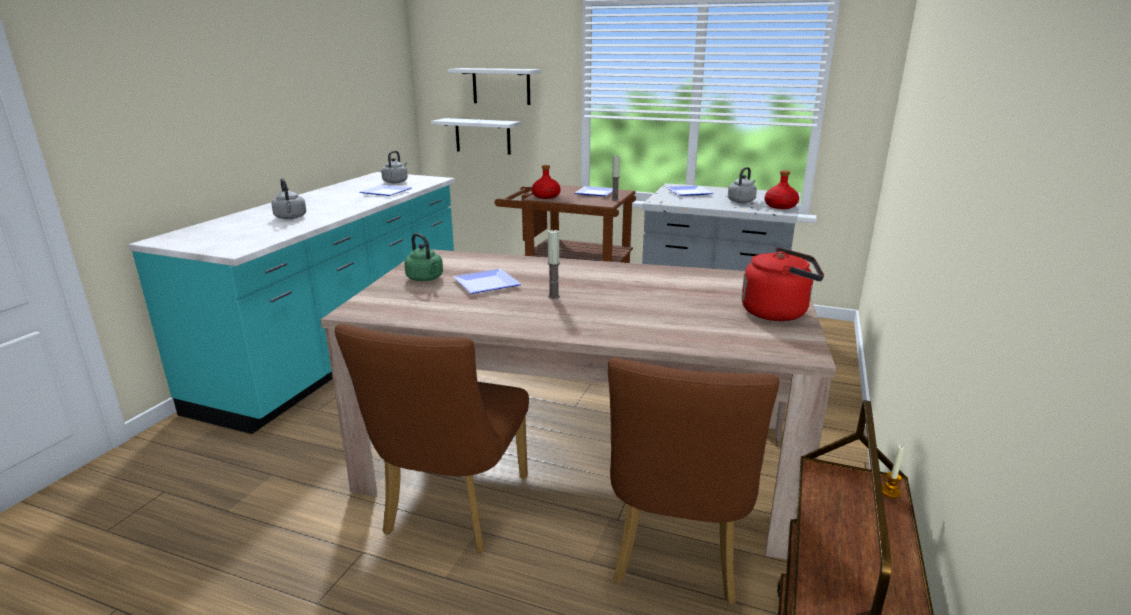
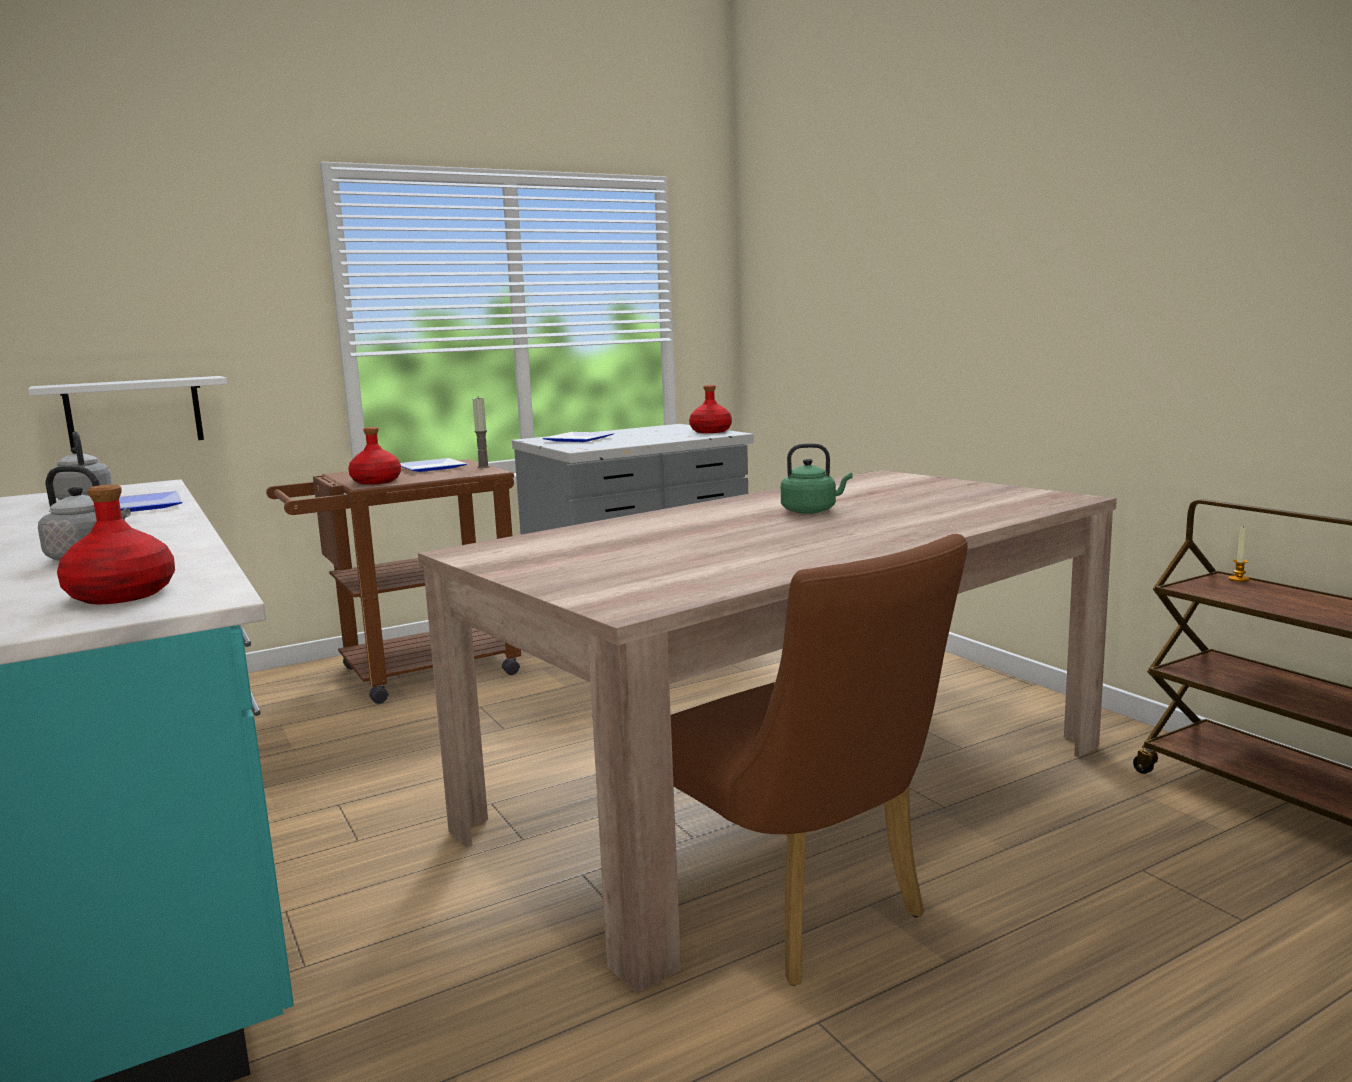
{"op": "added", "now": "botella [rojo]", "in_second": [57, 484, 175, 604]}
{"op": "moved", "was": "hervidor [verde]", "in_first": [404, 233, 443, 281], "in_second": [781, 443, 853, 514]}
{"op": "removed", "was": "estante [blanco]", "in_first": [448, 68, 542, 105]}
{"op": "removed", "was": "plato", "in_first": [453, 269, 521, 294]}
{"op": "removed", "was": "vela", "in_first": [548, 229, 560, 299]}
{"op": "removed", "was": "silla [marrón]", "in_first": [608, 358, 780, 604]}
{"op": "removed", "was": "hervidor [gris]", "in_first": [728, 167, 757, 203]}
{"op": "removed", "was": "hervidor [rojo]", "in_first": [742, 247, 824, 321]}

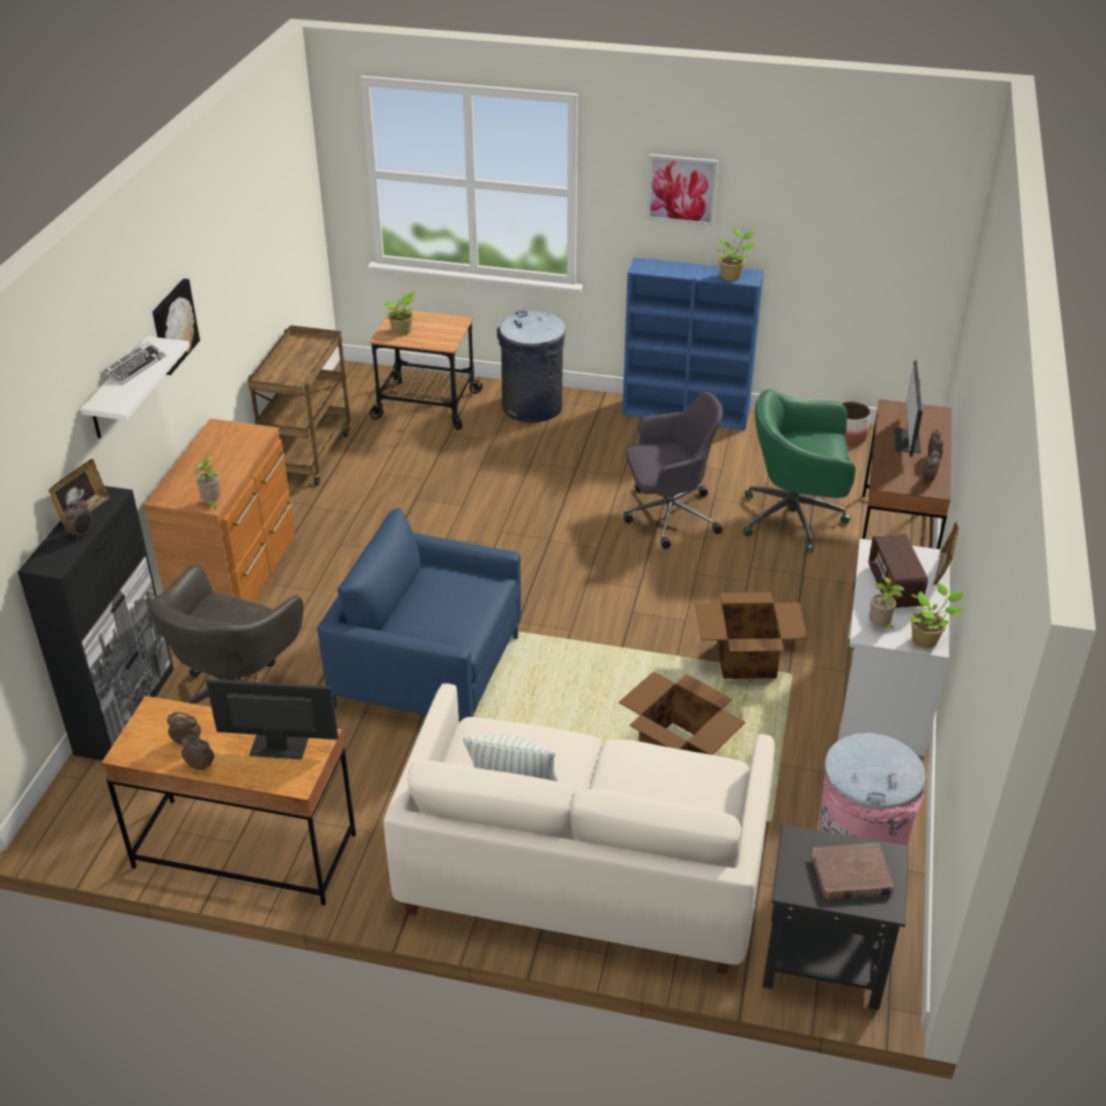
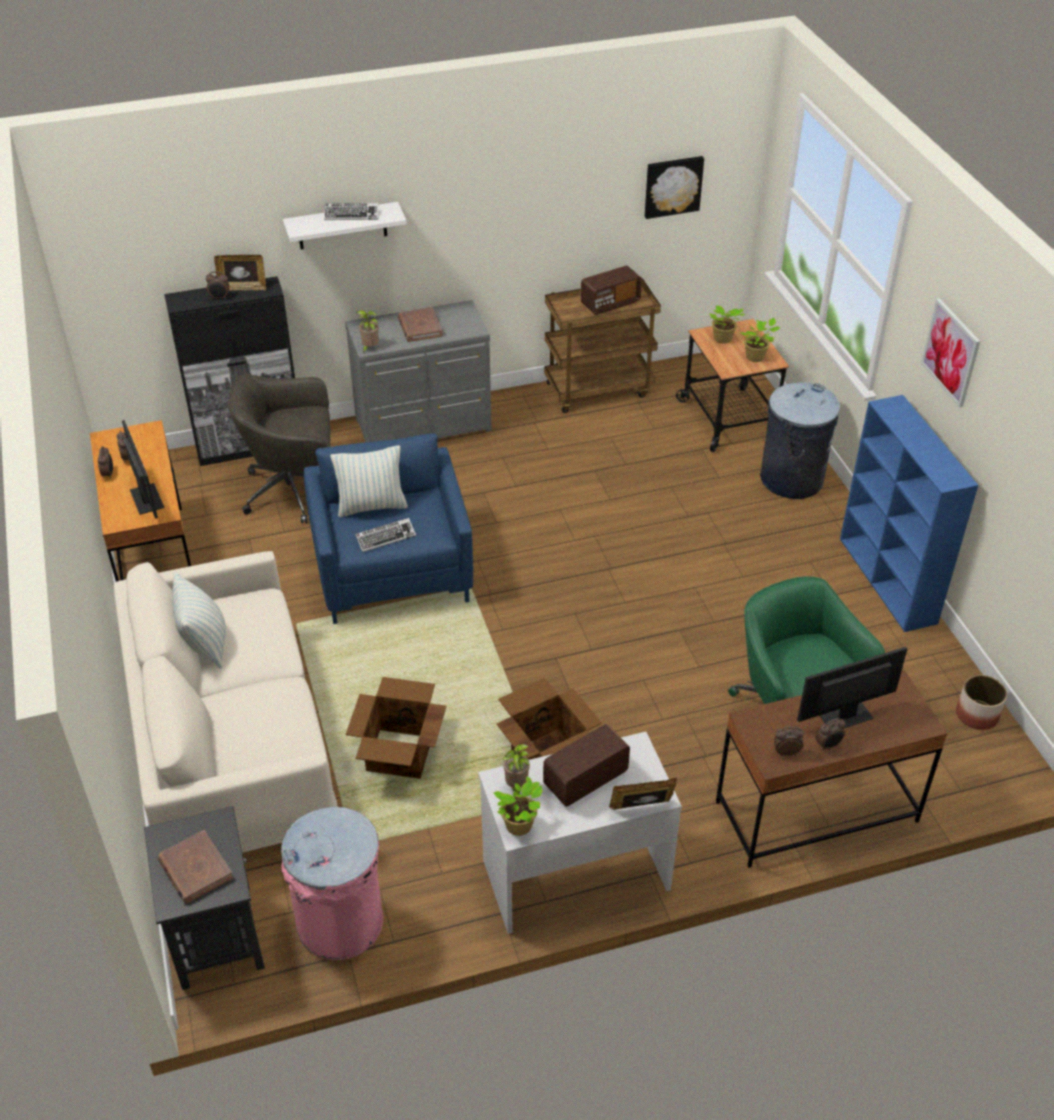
{"op": "added", "now": "cojín", "in_second": [331, 445, 408, 517]}
{"op": "recoloured", "was": "cómoda [marrón]", "now": "cómoda [gris]", "in_first": [143, 418, 295, 602], "in_second": [345, 300, 491, 442]}
{"op": "added", "now": "teclado", "in_second": [355, 518, 416, 552]}
{"op": "added", "now": "libro [marrón]", "in_second": [398, 307, 443, 342]}
{"op": "added", "now": "radio", "in_second": [581, 266, 642, 315]}
{"op": "moved", "was": "cuadro", "in_first": [152, 279, 200, 375], "in_second": [645, 156, 704, 219]}
{"op": "moved", "was": "planta en maceta", "in_first": [717, 229, 755, 281], "in_second": [740, 318, 780, 362]}
{"op": "removed", "was": "silla de oficina [gris]", "in_first": [623, 392, 723, 549]}

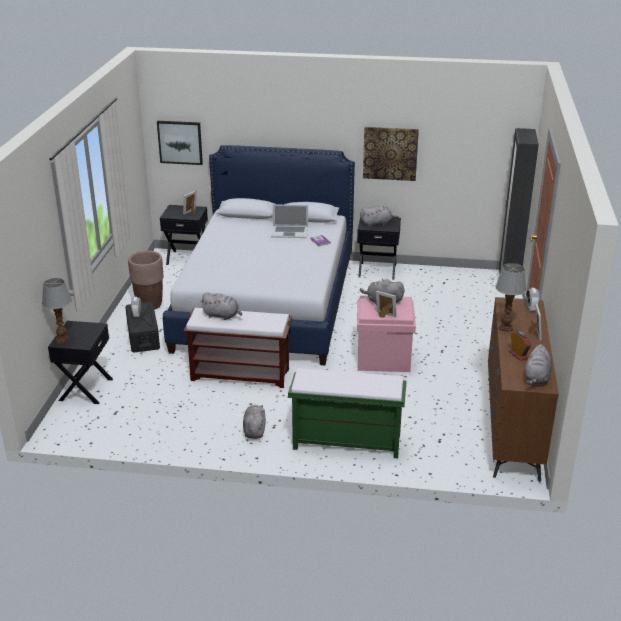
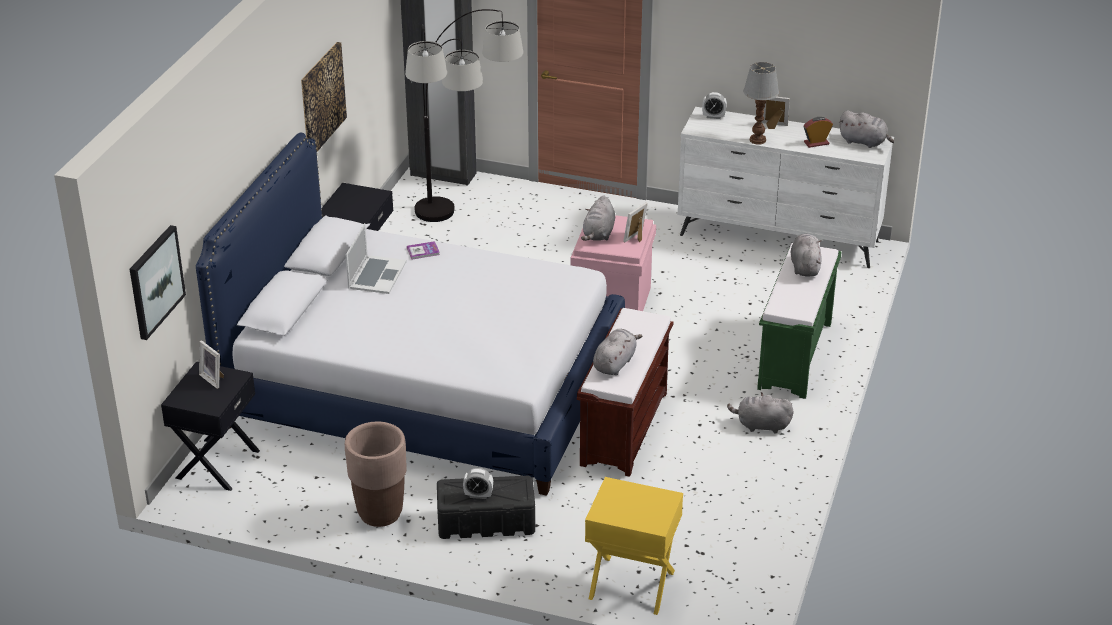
{"op": "added", "now": "lámpara de pie", "in_second": [405, 9, 523, 222]}
{"op": "recoloured", "was": "mesita de noche [negro]", "now": "mesita de noche [amarillo]", "in_first": [48, 321, 113, 404], "in_second": [585, 477, 683, 615]}
{"op": "recoloured", "was": "cómoda [marrón]", "now": "cómoda [blanco]", "in_first": [488, 297, 559, 482], "in_second": [678, 107, 894, 268]}
{"op": "moved", "was": "peluche [gris]", "in_first": [360, 205, 399, 227], "in_second": [791, 234, 822, 277]}
{"op": "removed", "was": "lámpara de mesa", "in_first": [42, 278, 72, 344]}

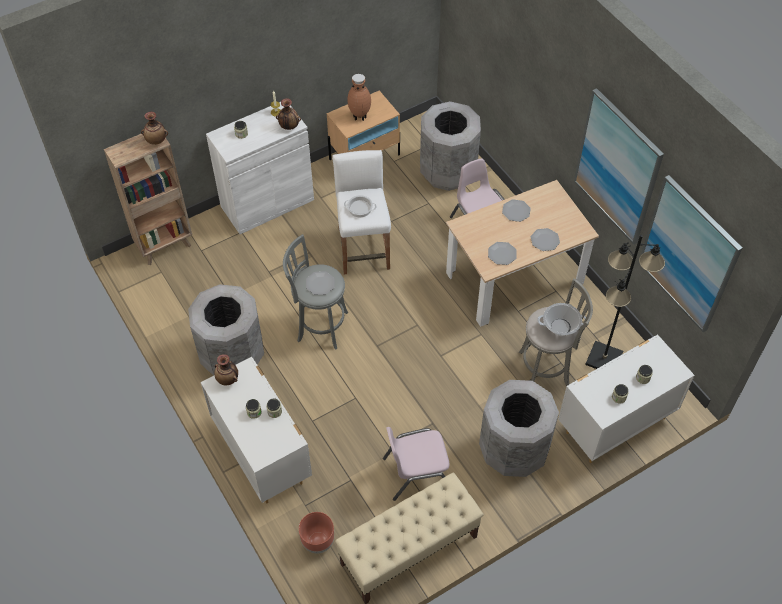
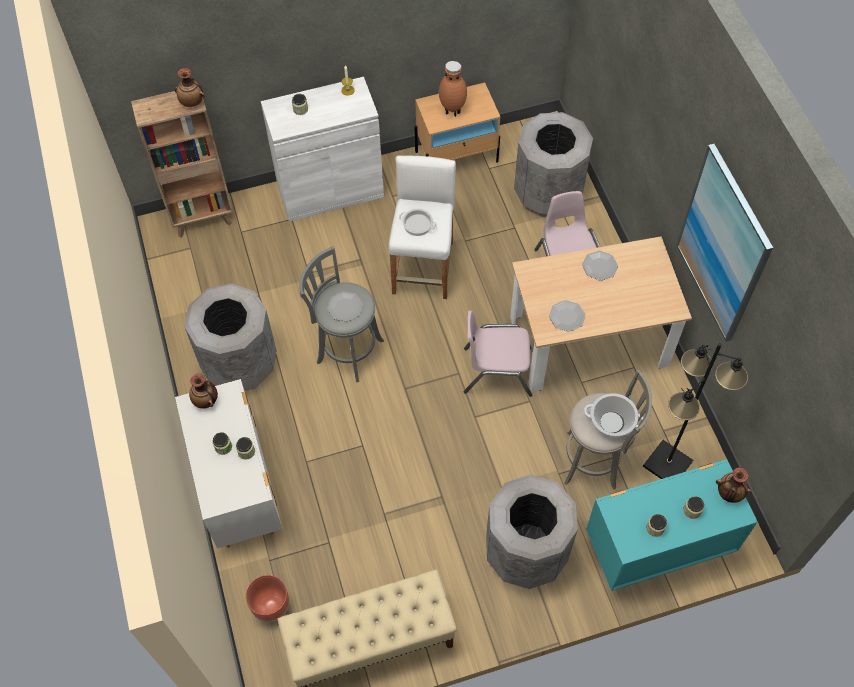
{"op": "moved", "was": "silla [rosa]", "in_first": [383, 427, 450, 501], "in_second": [464, 311, 532, 397]}
{"op": "recoloured", "was": "cómoda [blanco]", "now": "cómoda [turquesa]", "in_first": [558, 334, 695, 463], "in_second": [586, 459, 758, 591]}
{"op": "moved", "was": "florero", "in_first": [276, 98, 301, 130], "in_second": [716, 467, 751, 503]}
{"op": "removed", "was": "plato", "in_first": [531, 228, 560, 251]}
{"op": "removed", "was": "cuadro", "in_first": [638, 175, 742, 332]}

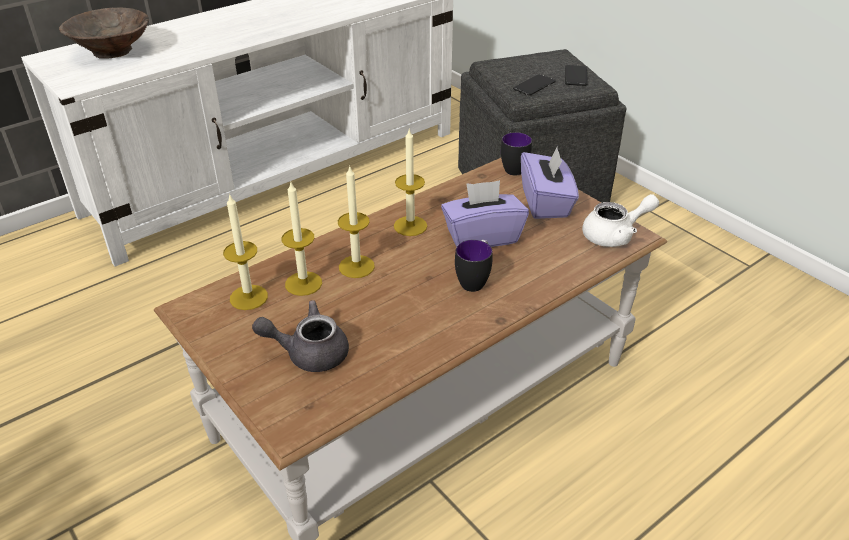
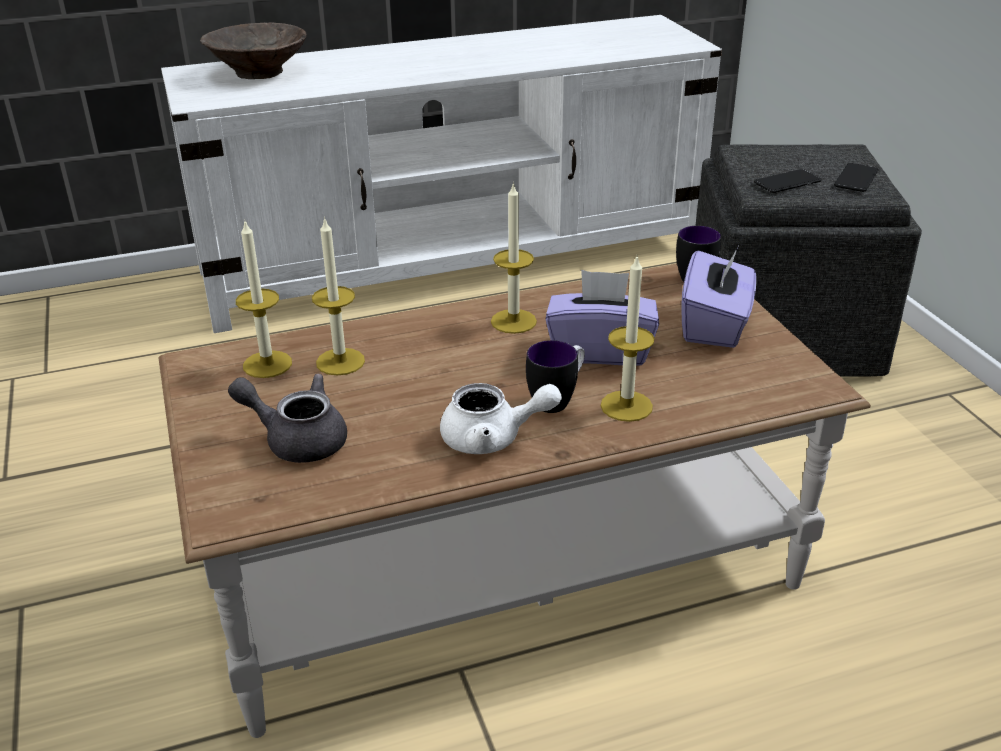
{"op": "moved", "was": "tetera [blanco]", "in_first": [582, 194, 659, 247], "in_second": [440, 383, 562, 454]}
{"op": "moved", "was": "vela", "in_first": [338, 165, 375, 278], "in_second": [601, 257, 655, 422]}

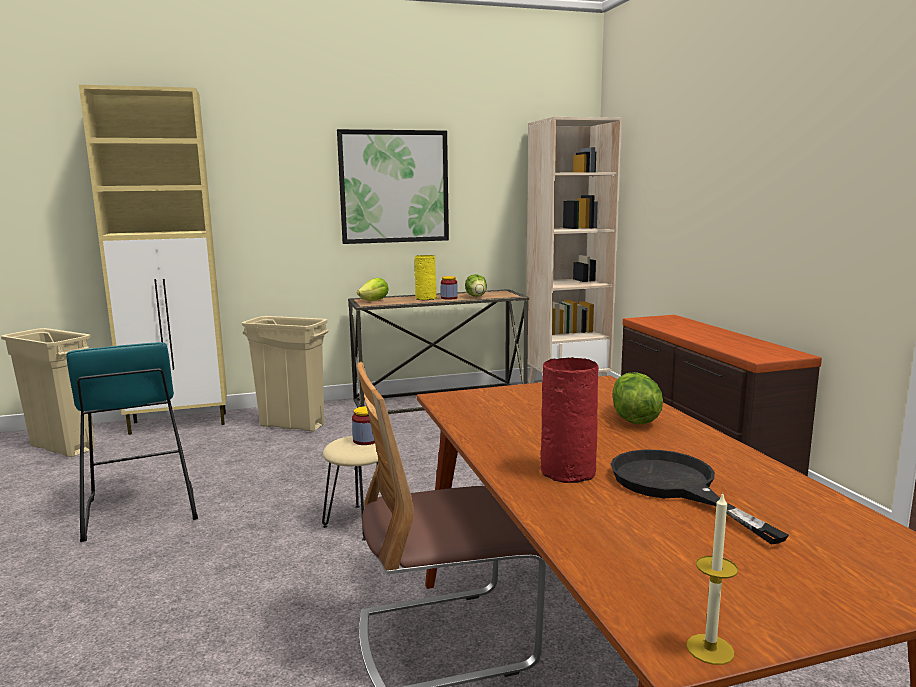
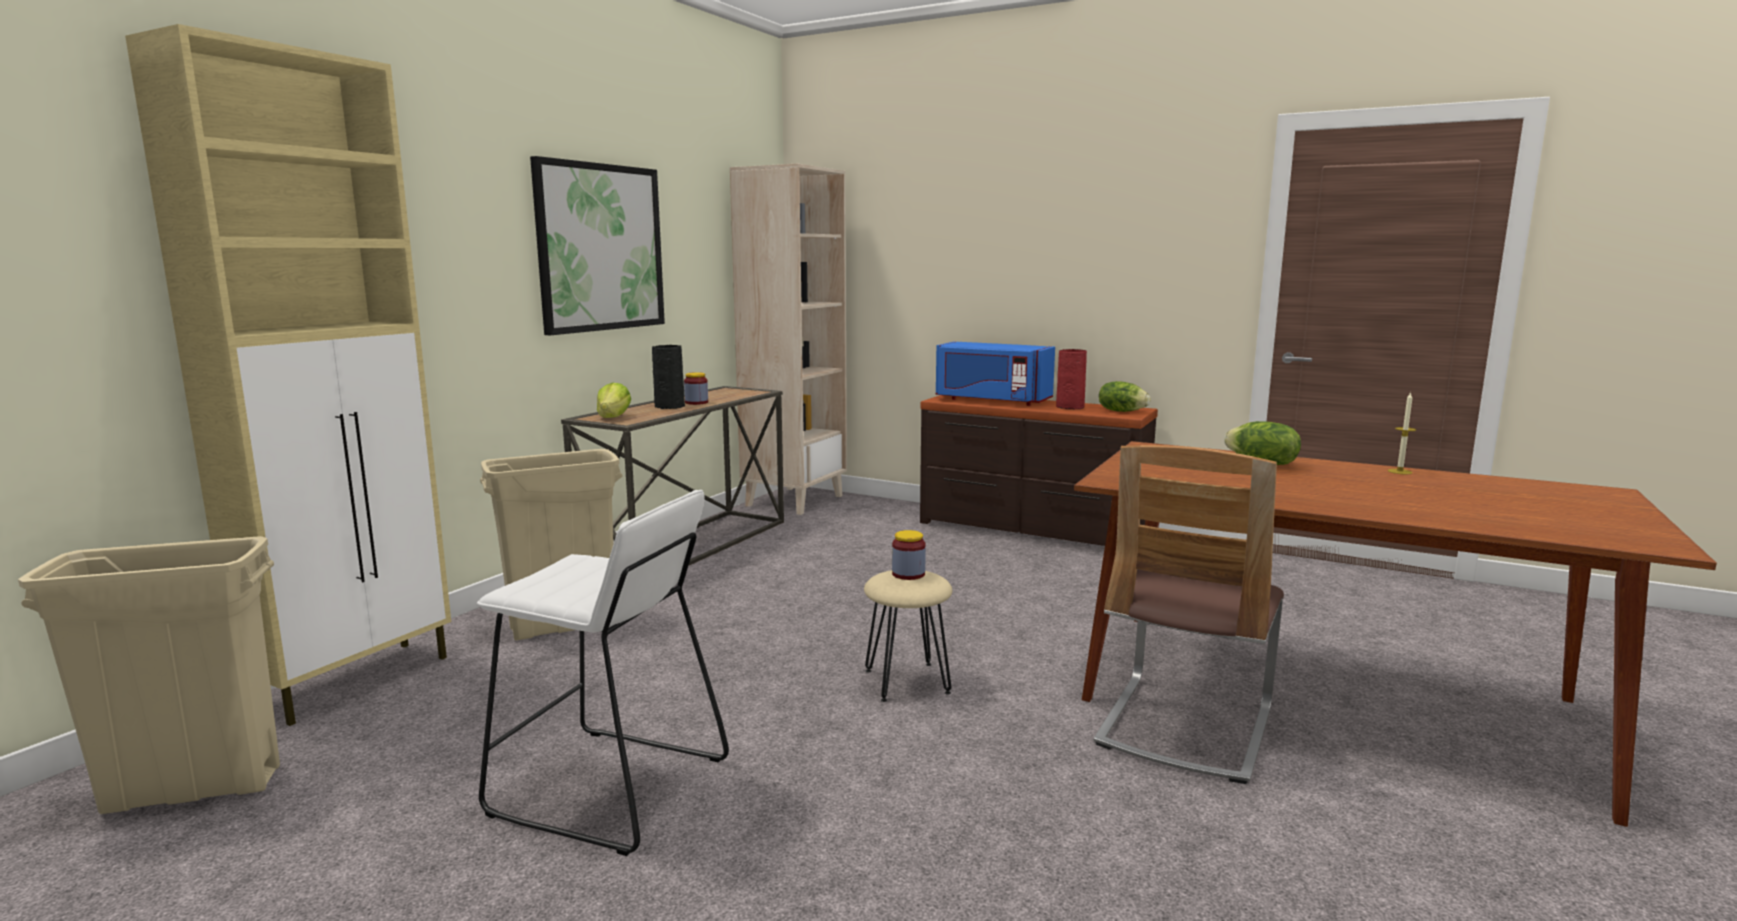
{"op": "recoloured", "was": "taburete [turquesa]", "now": "taburete [blanco]", "in_first": [66, 342, 198, 542], "in_second": [477, 490, 729, 856]}
{"op": "recoloured", "was": "florero [amarillo]", "now": "florero [negro]", "in_first": [415, 255, 436, 300], "in_second": [652, 345, 685, 409]}
{"op": "added", "now": "microondas [azul]", "in_second": [936, 342, 1055, 406]}
{"op": "moved", "was": "florero [rojo]", "in_first": [541, 357, 599, 483], "in_second": [1056, 349, 1087, 410]}
{"op": "moved", "was": "lechuga", "in_first": [465, 274, 487, 297], "in_second": [1099, 381, 1151, 412]}
{"op": "moved", "was": "vela", "in_first": [686, 493, 738, 665], "in_second": [1388, 392, 1416, 474]}
{"op": "removed", "was": "sartén [negro]", "in_first": [611, 450, 789, 545]}

